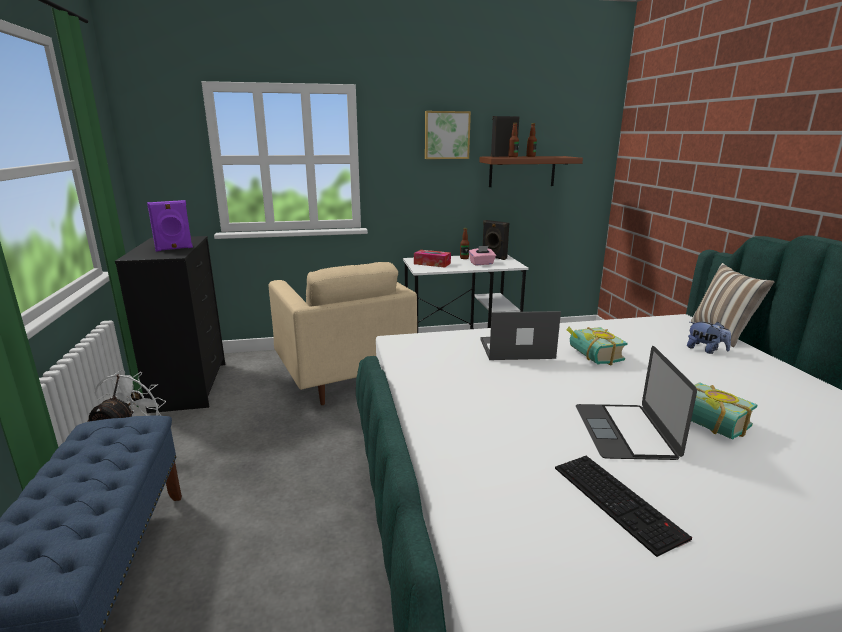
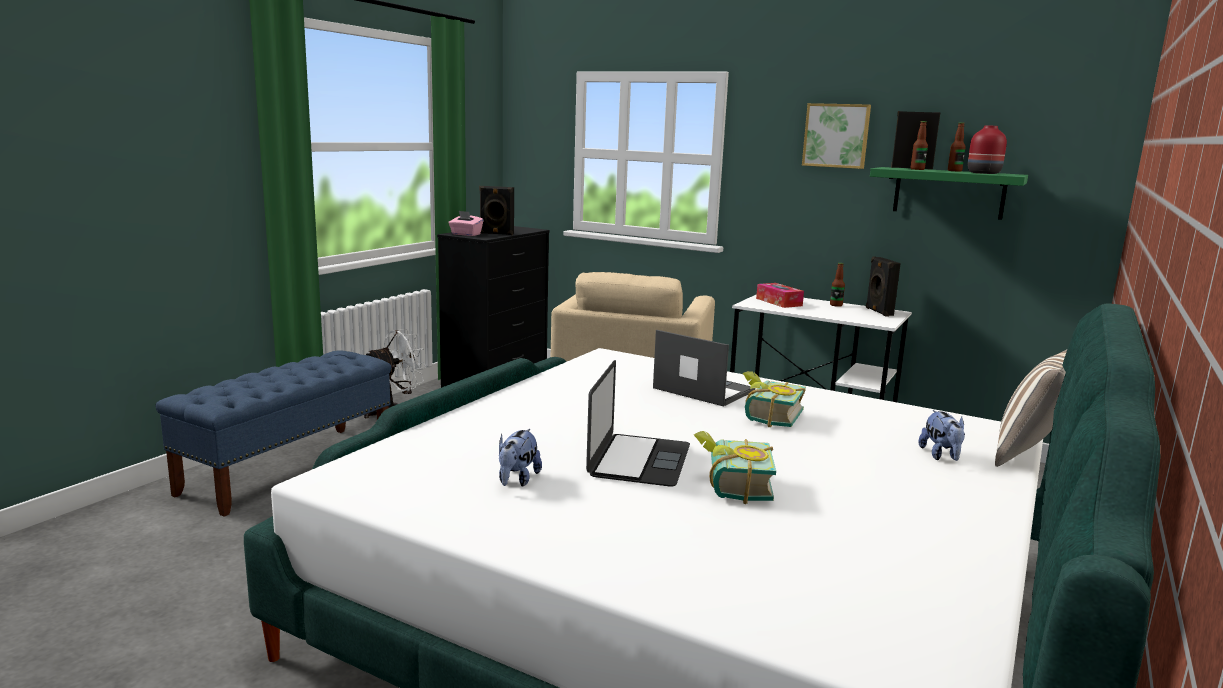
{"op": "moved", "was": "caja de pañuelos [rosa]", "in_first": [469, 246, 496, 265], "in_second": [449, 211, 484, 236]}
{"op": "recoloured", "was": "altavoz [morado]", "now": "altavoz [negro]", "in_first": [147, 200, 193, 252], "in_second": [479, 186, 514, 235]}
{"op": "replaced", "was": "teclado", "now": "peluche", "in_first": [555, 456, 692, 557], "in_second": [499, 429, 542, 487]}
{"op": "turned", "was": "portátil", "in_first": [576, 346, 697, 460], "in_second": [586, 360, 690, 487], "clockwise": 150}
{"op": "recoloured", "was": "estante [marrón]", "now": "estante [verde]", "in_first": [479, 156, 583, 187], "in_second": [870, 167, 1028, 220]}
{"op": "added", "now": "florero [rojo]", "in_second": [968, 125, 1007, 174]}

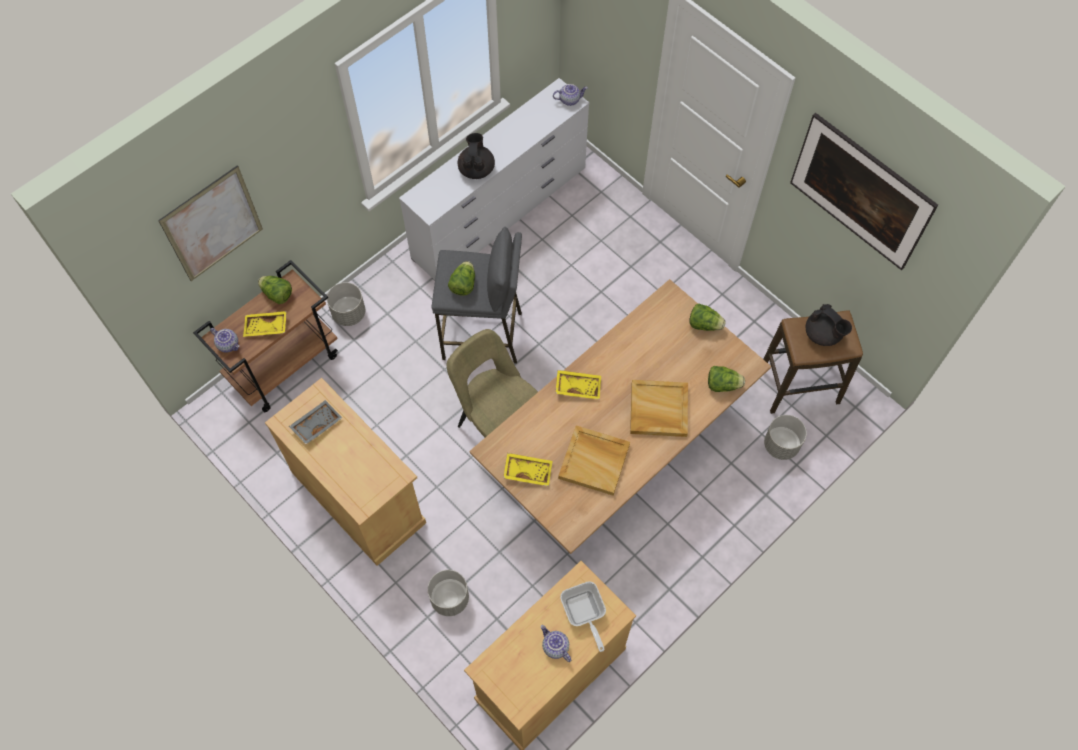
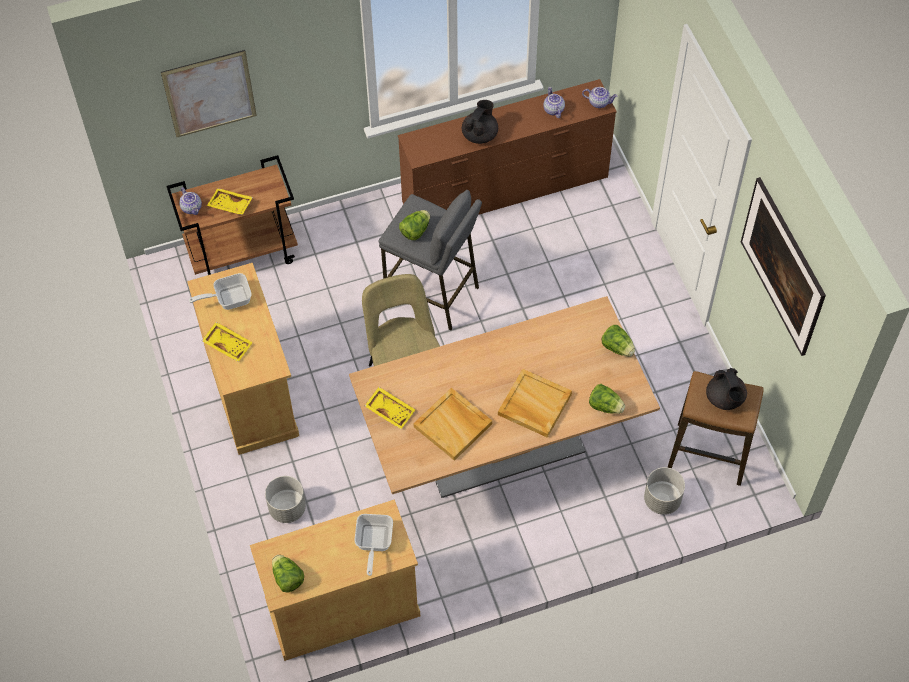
{"op": "replaced", "was": "bandeja [gris]", "now": "sartén", "in_first": [289, 400, 342, 444], "in_second": [189, 273, 252, 310]}
{"op": "moved", "was": "bandeja [amarillo]", "in_first": [555, 370, 601, 400], "in_second": [202, 322, 253, 362]}
{"op": "moved", "was": "lechuga", "in_first": [258, 276, 292, 304], "in_second": [272, 555, 304, 592]}
{"op": "recoloured", "was": "cómoda [blanco]", "now": "cómoda [marrón]", "in_first": [399, 78, 589, 281], "in_second": [398, 79, 617, 215]}
{"op": "moved", "was": "tetera", "in_first": [541, 625, 571, 662], "in_second": [543, 87, 565, 118]}
{"op": "removed", "was": "maceta [gris]", "in_first": [327, 282, 365, 326]}

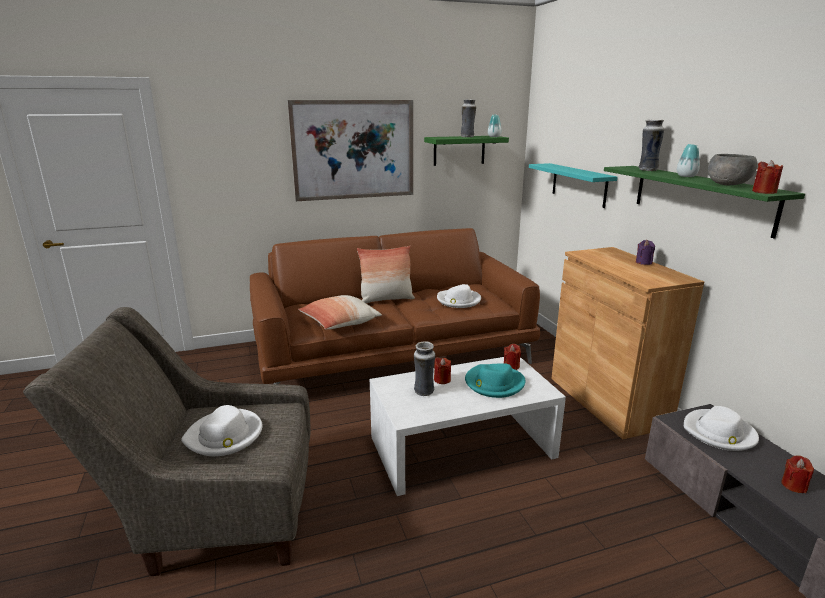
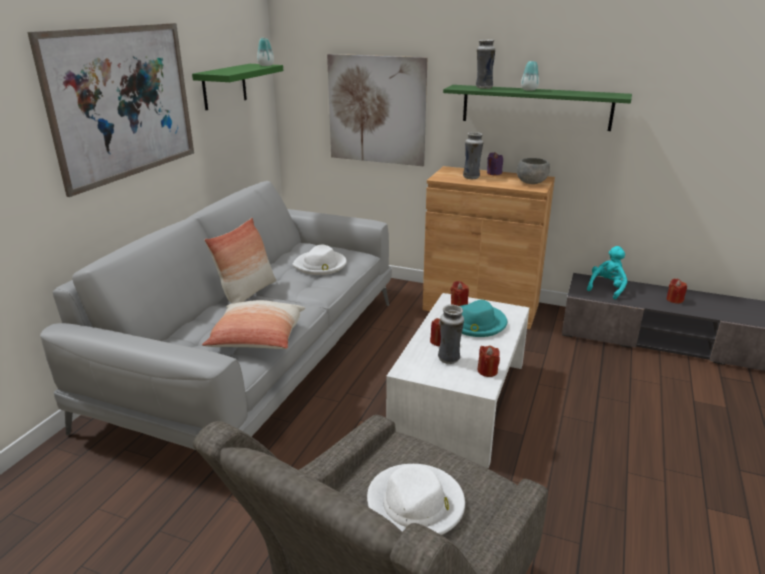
{"op": "recoloured", "was": "sofá [marrón]", "now": "sofá [gris]", "in_first": [250, 228, 540, 384], "in_second": [40, 181, 392, 450]}
{"op": "replaced", "was": "estante [turquesa]", "now": "cuadro", "in_first": [529, 163, 617, 208], "in_second": [327, 54, 427, 166]}
{"op": "moved", "was": "florero", "in_first": [461, 99, 476, 137], "in_second": [463, 132, 483, 179]}
{"op": "moved", "was": "vela [rojo]", "in_first": [752, 160, 783, 194], "in_second": [477, 345, 500, 377]}
{"op": "moved", "was": "cuenco [gris]", "in_first": [708, 154, 757, 185], "in_second": [517, 158, 550, 184]}
{"op": "replaced", "was": "sombrero [blanco]", "now": "peluche [turquesa]", "in_first": [684, 406, 759, 451], "in_second": [587, 246, 627, 299]}

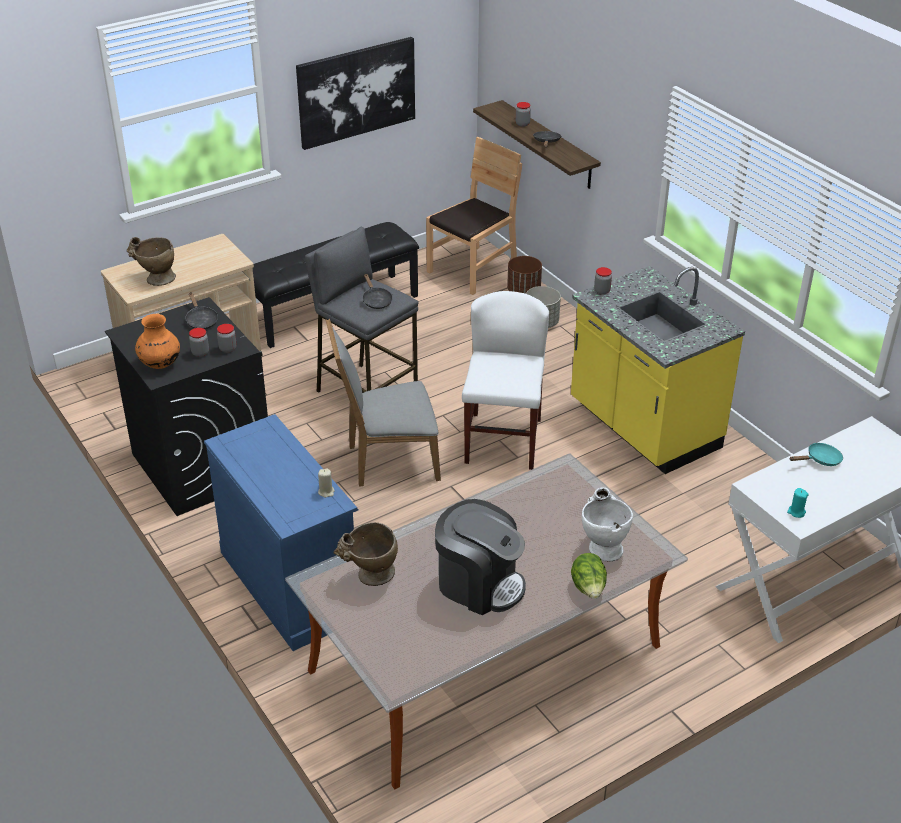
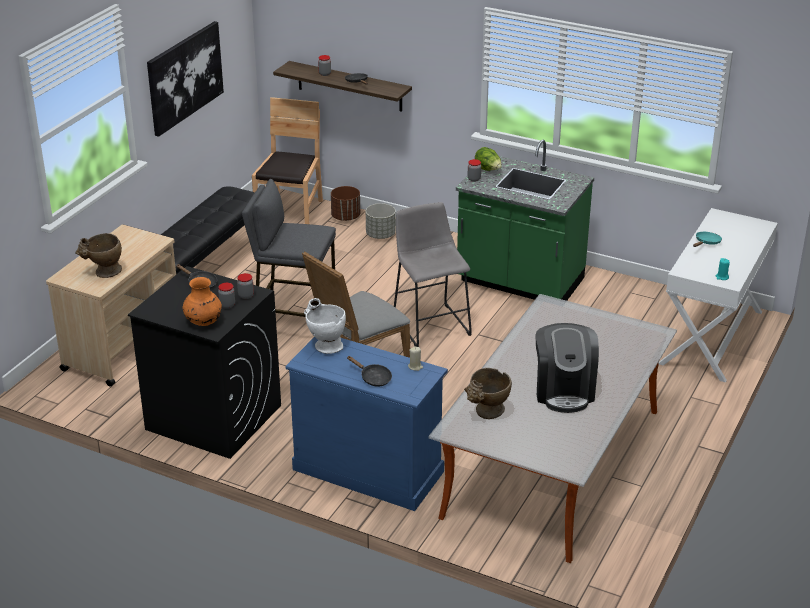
{"op": "moved", "was": "florero [blanco]", "in_first": [582, 487, 633, 561], "in_second": [304, 298, 346, 354]}
{"op": "moved", "was": "sartén [negro]", "in_first": [363, 274, 393, 309], "in_second": [347, 356, 392, 387]}
{"op": "replaced", "was": "silla [blanco]", "now": "taburete [gris]", "in_first": [462, 291, 549, 470], "in_second": [394, 202, 472, 347]}
{"op": "recoloured", "was": "mueble bajo de cocina [amarillo]", "now": "mueble bajo de cocina [verde]", "in_first": [571, 266, 745, 474], "in_second": [456, 140, 594, 301]}
{"op": "moved", "was": "lechuga", "in_first": [571, 553, 607, 599], "in_second": [475, 147, 502, 171]}
{"op": "turned", "was": "cafetera", "in_first": [435, 499, 526, 615], "in_second": [535, 323, 599, 413], "clockwise": 90}

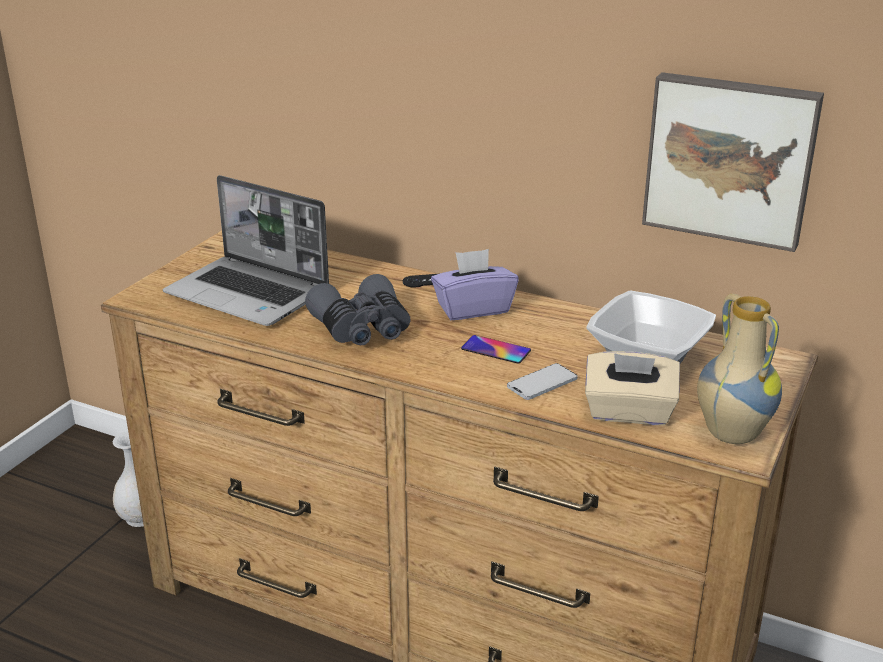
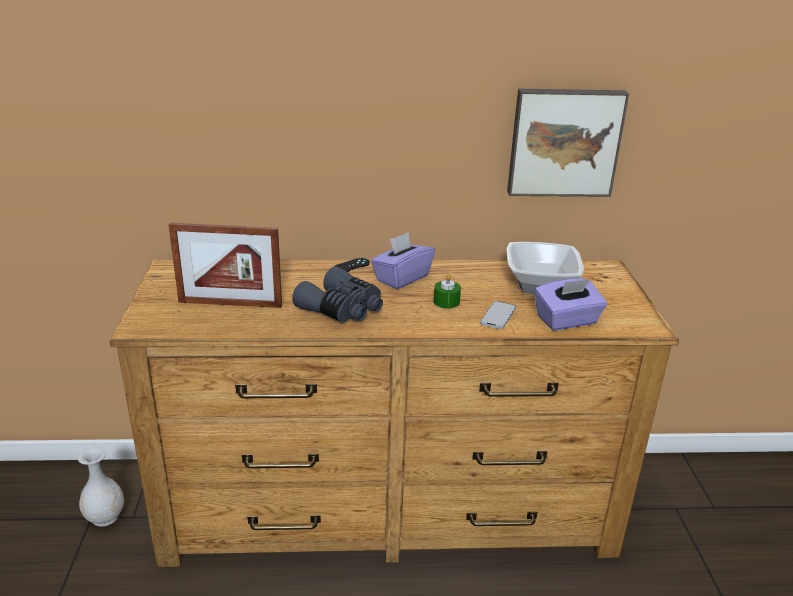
{"op": "replaced", "was": "portátil", "now": "portarretratos", "in_first": [163, 175, 329, 326], "in_second": [168, 223, 282, 308]}
{"op": "replaced", "was": "móvil", "now": "vela [verde]", "in_first": [461, 335, 531, 364], "in_second": [434, 274, 461, 309]}
{"op": "recoloured", "was": "caja de pañuelos [beis]", "now": "caja de pañuelos [morado]", "in_first": [585, 351, 680, 425], "in_second": [535, 278, 607, 330]}
{"op": "removed", "was": "florero", "in_first": [697, 294, 782, 444]}

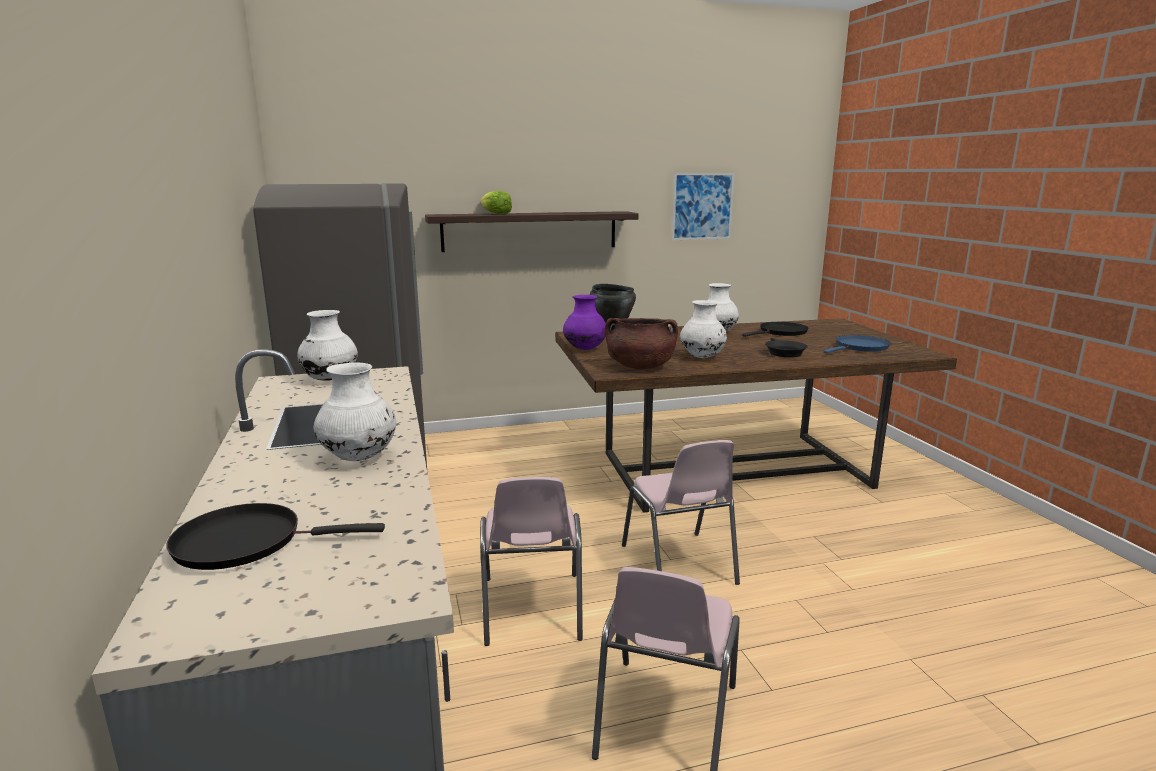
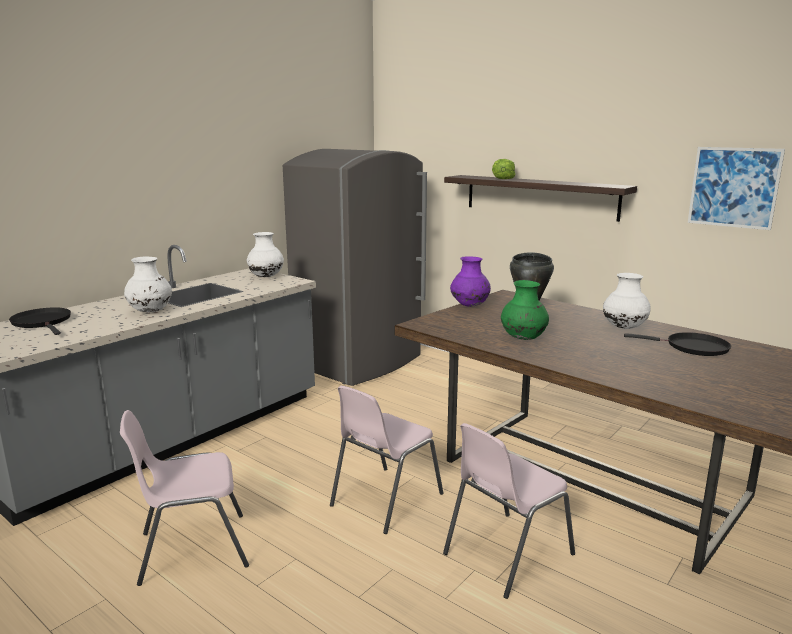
{"op": "moved", "was": "silla [rosa]", "in_first": [480, 477, 583, 646], "in_second": [443, 423, 575, 599]}
{"op": "recoloured", "was": "florero [blanco]", "now": "florero [verde]", "in_first": [680, 300, 727, 358], "in_second": [501, 280, 549, 340]}
{"op": "removed", "was": "olla [marrón]", "in_first": [605, 318, 678, 369]}
{"op": "removed", "was": "sartén [negro]", "in_first": [765, 338, 808, 357]}
{"op": "removed", "was": "sartén [azul]", "in_first": [823, 335, 890, 353]}

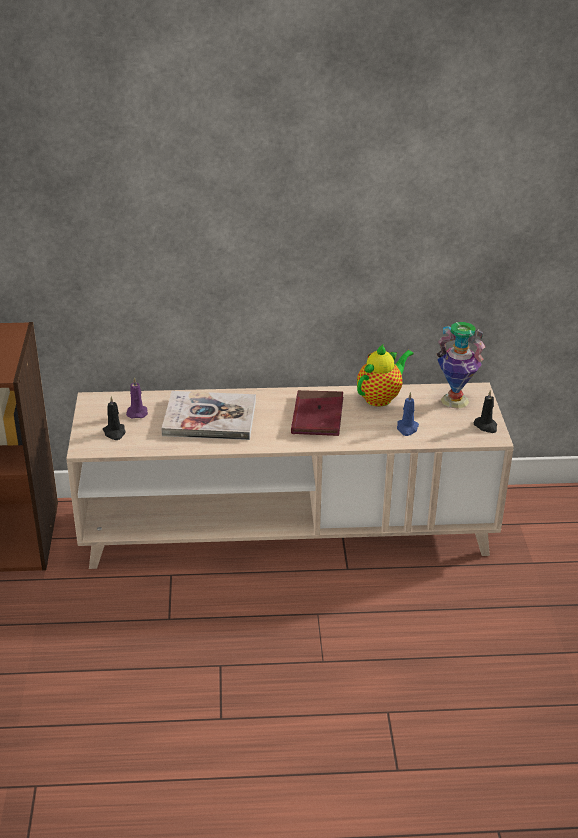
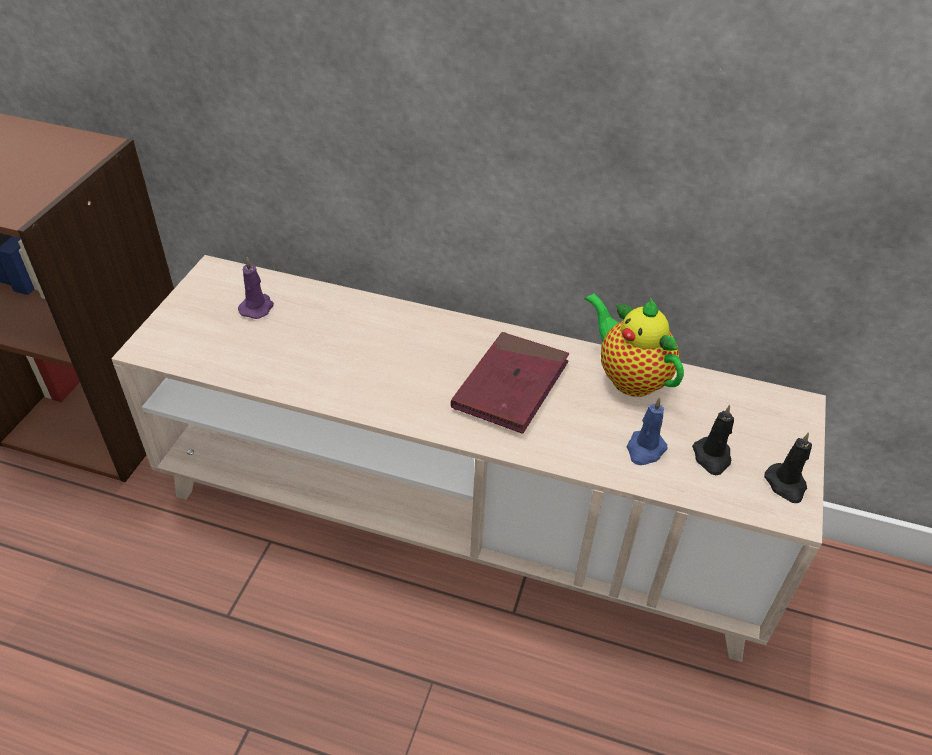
{"op": "turned", "was": "tetera", "in_first": [357, 344, 414, 406], "in_second": [585, 293, 684, 397], "clockwise": -105}
{"op": "moved", "was": "vela [negro]", "in_first": [103, 396, 125, 440], "in_second": [692, 405, 734, 475]}
{"op": "removed", "was": "libro", "in_first": [161, 391, 256, 440]}
{"op": "removed", "was": "florero", "in_first": [437, 322, 485, 409]}

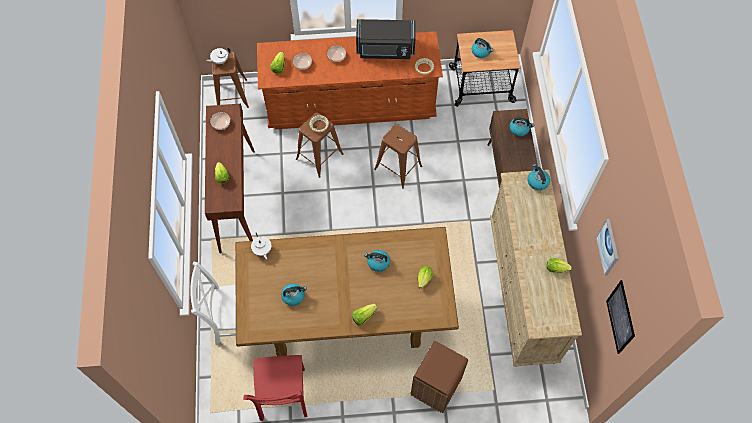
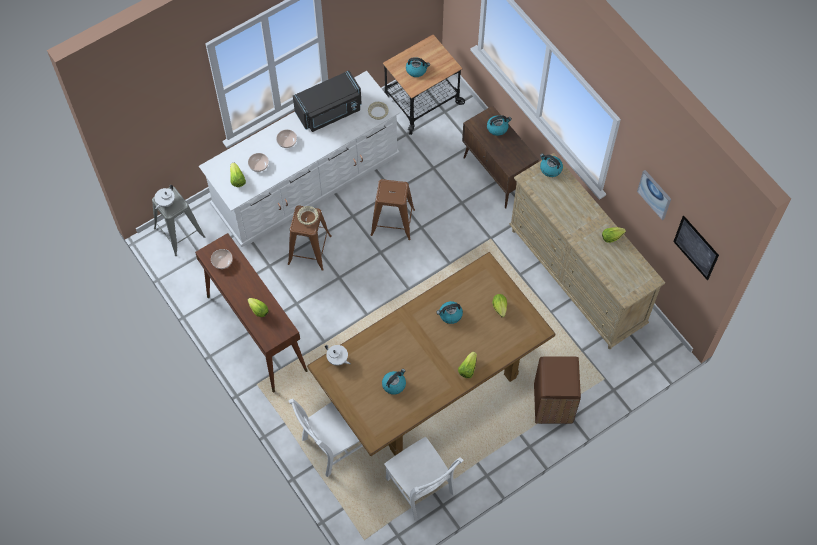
{"op": "recoloured", "was": "taburete [marrón]", "now": "taburete [gris]", "in_first": [212, 51, 249, 108], "in_second": [152, 186, 206, 256]}
{"op": "recoloured", "was": "cómoda [marrón]", "now": "cómoda [blanco]", "in_first": [257, 31, 443, 129], "in_second": [199, 71, 401, 247]}
{"op": "recoloured", "was": "silla [rojo]", "now": "silla [blanco]", "in_first": [243, 355, 308, 421], "in_second": [384, 437, 464, 520]}

